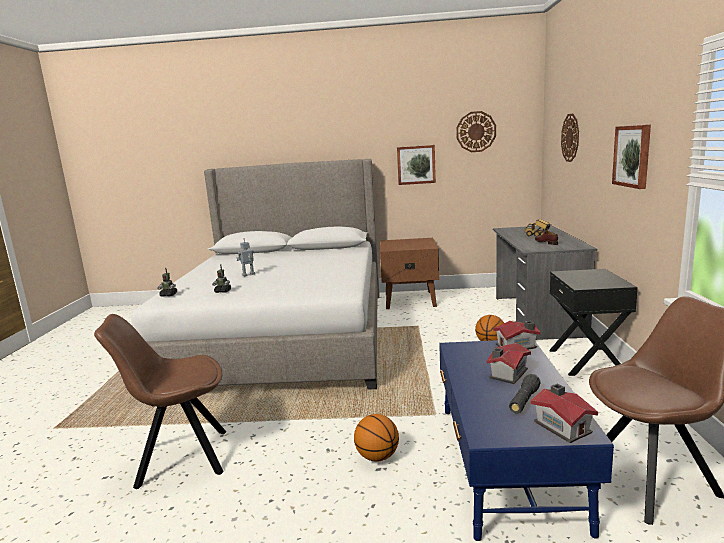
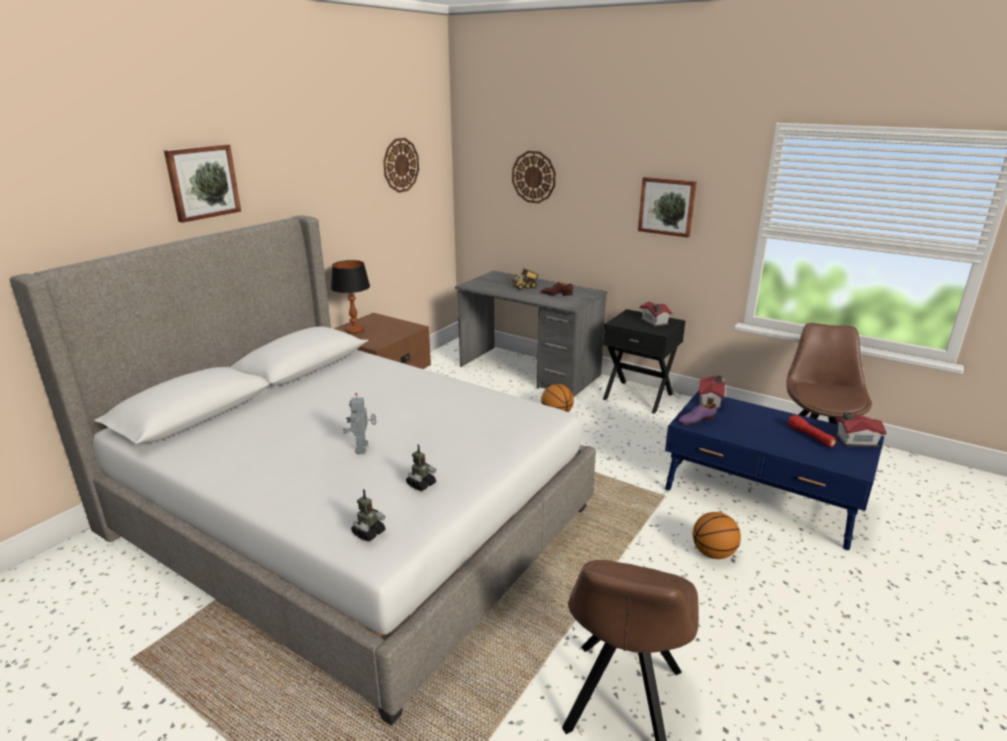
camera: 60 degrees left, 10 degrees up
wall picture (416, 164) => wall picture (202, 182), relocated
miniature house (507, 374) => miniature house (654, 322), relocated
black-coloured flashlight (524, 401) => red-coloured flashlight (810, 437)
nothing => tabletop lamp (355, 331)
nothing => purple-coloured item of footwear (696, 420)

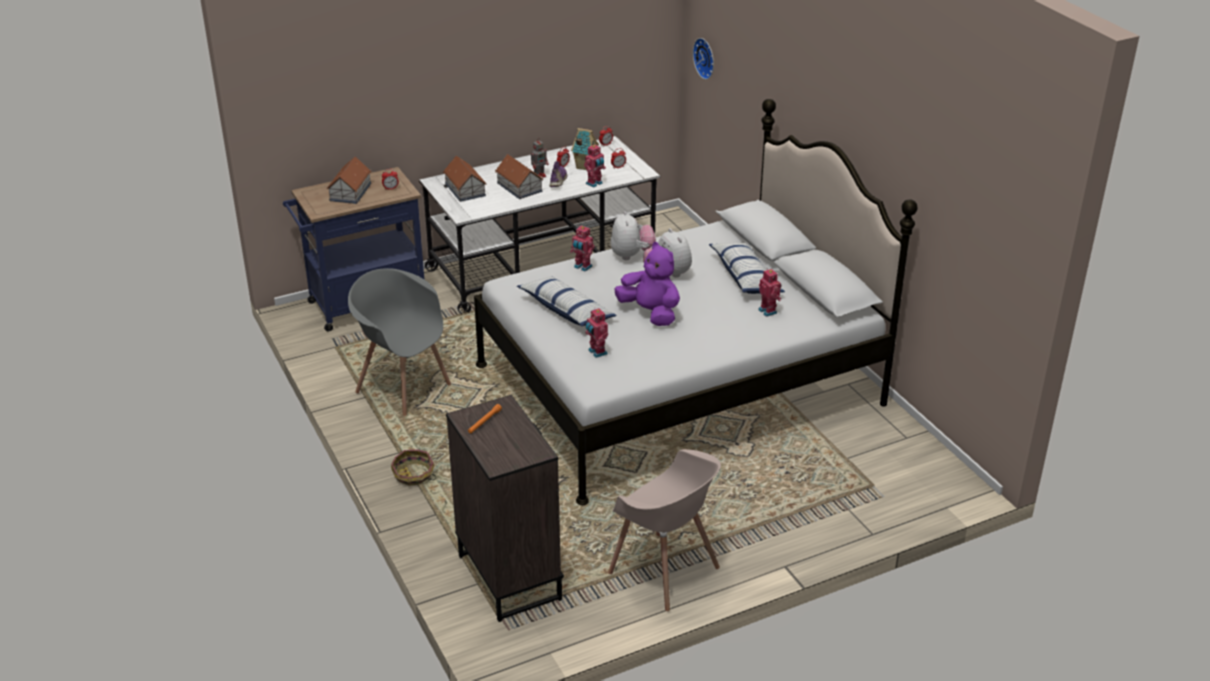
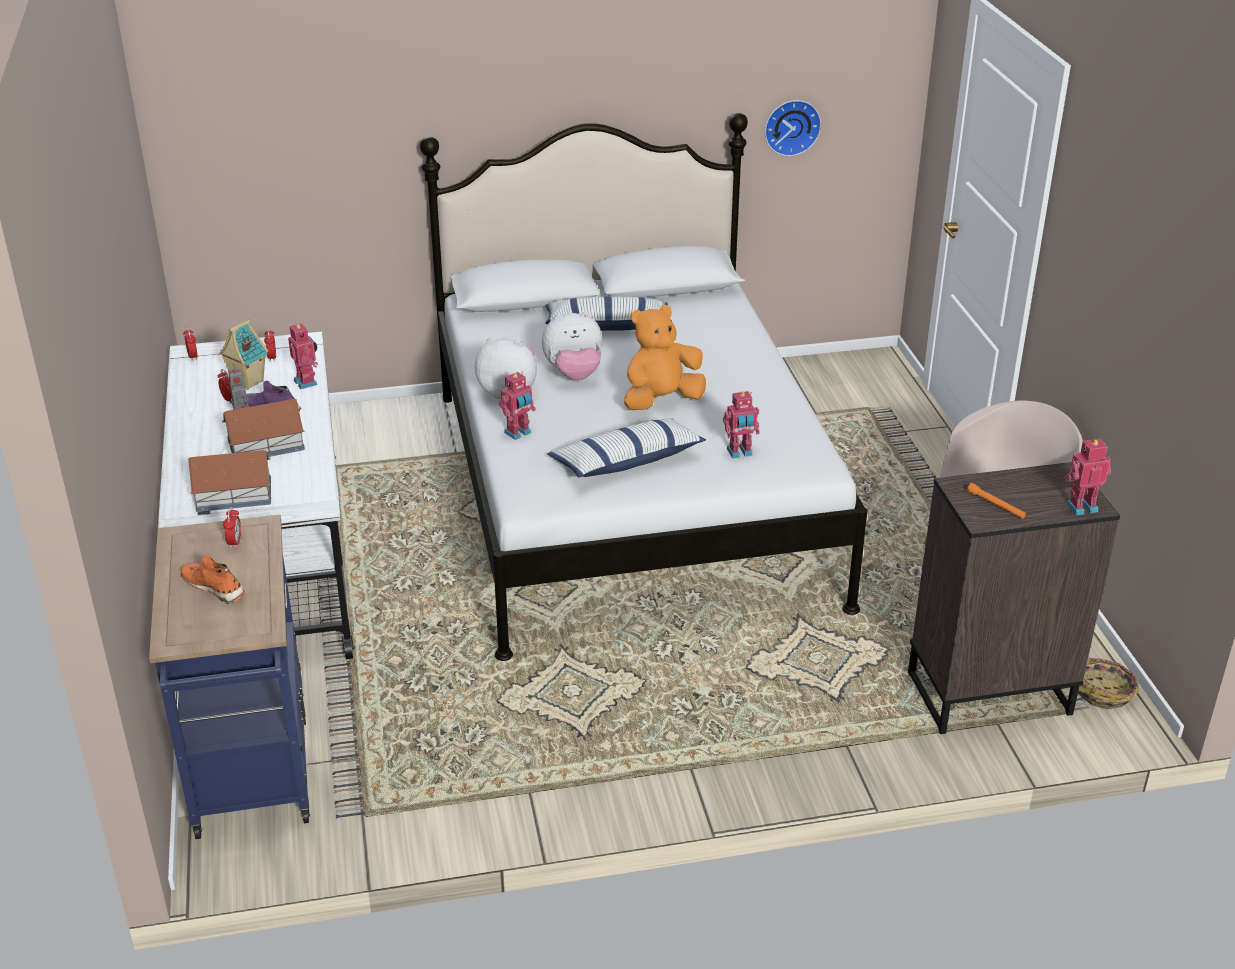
camera: 75 degrees left, 0 degrees up
miniature house (350, 192) => orange-coloured item of footwear (214, 587)
gray plain chair (403, 388) => nothing
storage basket (413, 475) => storage basket (1104, 692), relocated
purple-coloured plush toy (650, 313) => orange-coloured plush toy (661, 401)
clock on the wall (706, 58) => clock on the wall (791, 126), relocated
toy robot (768, 311) => toy robot (1080, 506), relocated

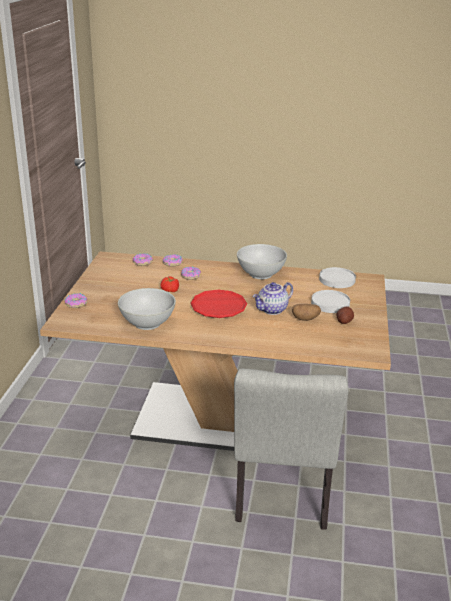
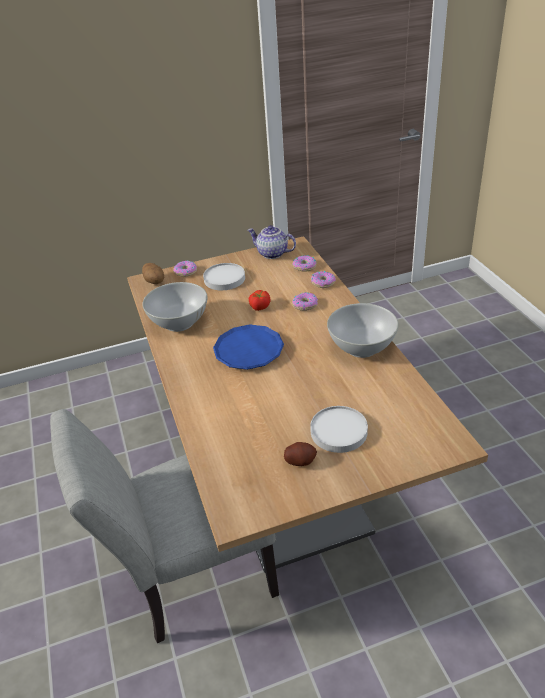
camera: 65 degrees right, 10 degrees up
red-coloured plate (218, 308) => bluish plate (249, 351)
pot for tea (272, 310) => pot for tea (272, 254), relocated
whole potato (305, 319) => whole potato (155, 282), relocated
white-coloured plate (336, 280) => white-coloured plate (224, 279), relocated

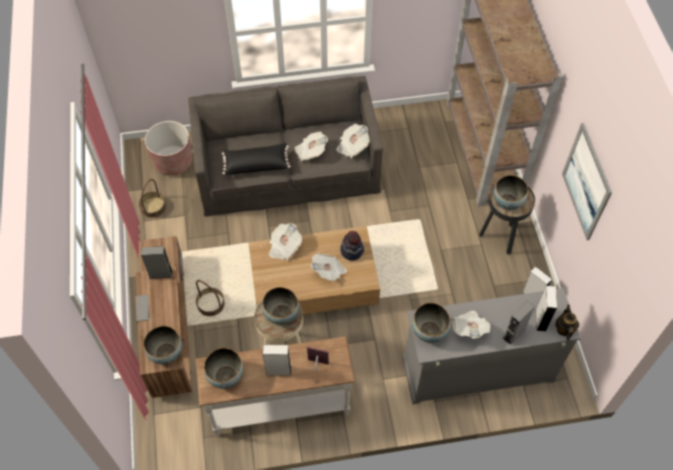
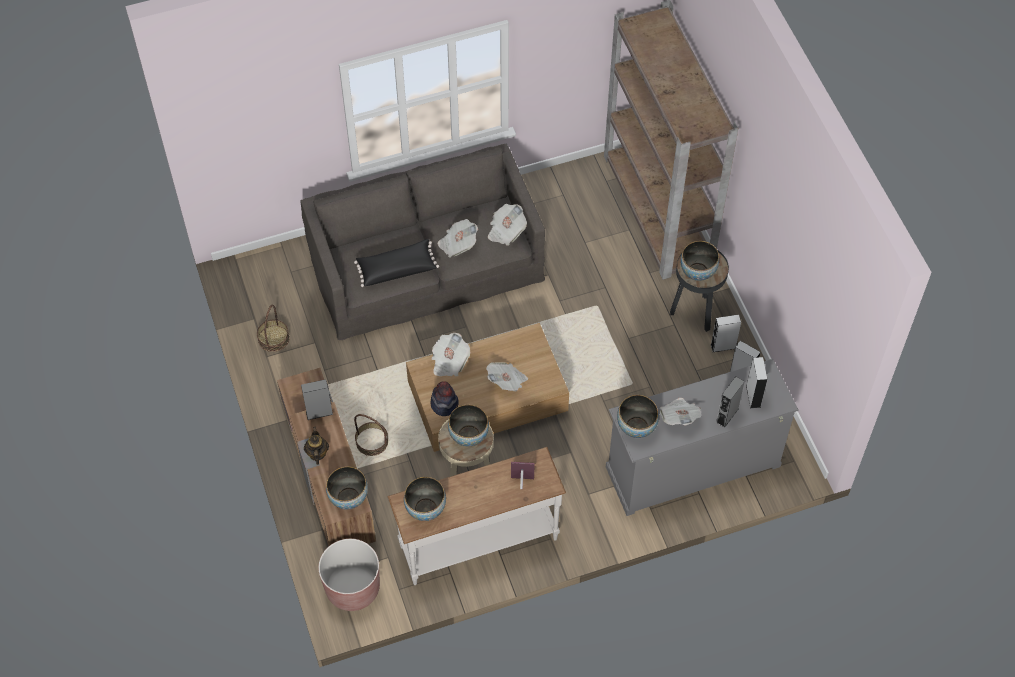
camera: 10 degrees left, 0 degrees up
brown-coloured plant pot (173, 162) => brown-coloured plant pot (352, 588), relocated
gray audio speaker (278, 370) => gray audio speaker (723, 346), relocated
hat (352, 250) => hat (444, 404), relocated
pot for tea (564, 329) => pot for tea (317, 453), relocated
wall picture (586, 182) => nothing

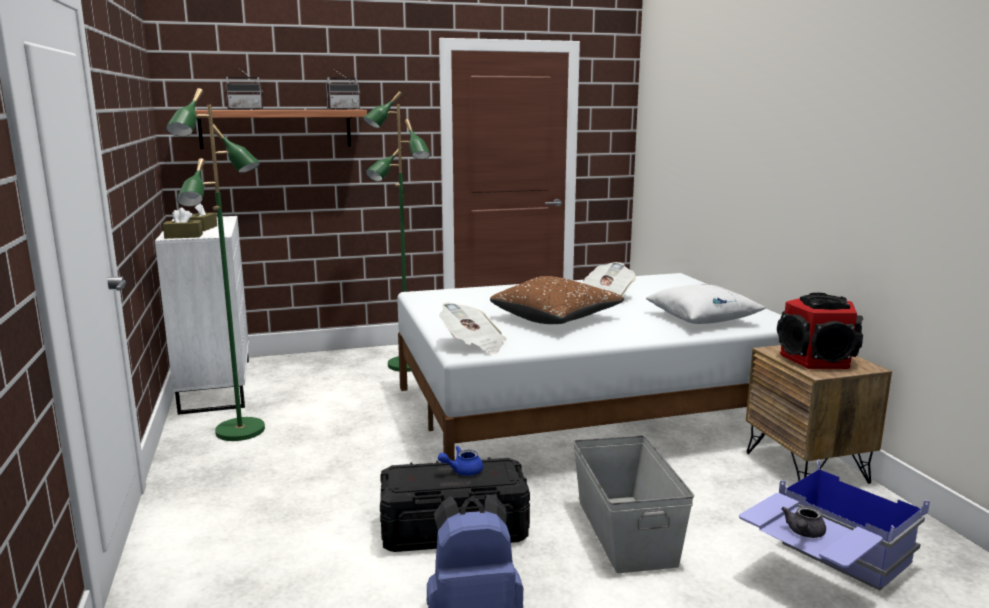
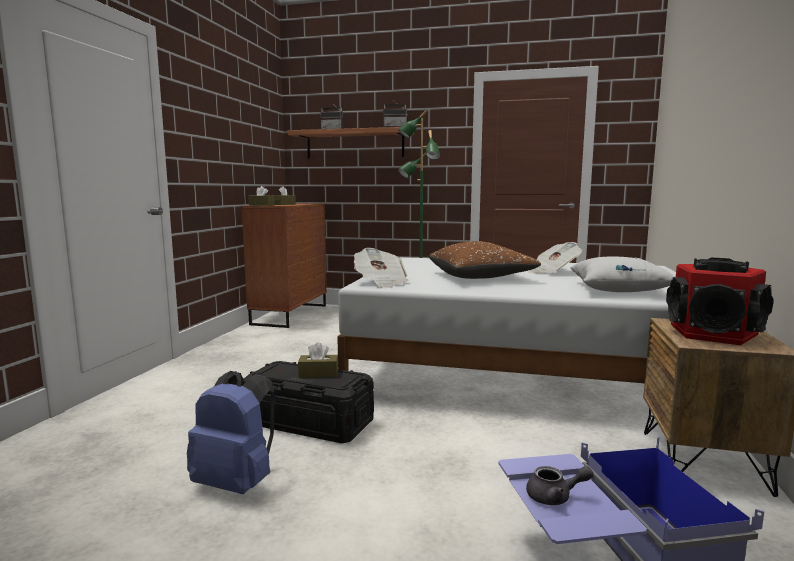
camera: 30 degrees right, 5 degrees down
white-coloured dresser (215, 385) => brown-coloured dresser (289, 314)
green standard lamp (240, 431) => nothing
bluish pot for tea (462, 471) => brown-coloured box of tissues (318, 373)
gray storage bin (625, 532) => nothing
gray pot for tea (803, 533) => gray pot for tea (555, 497), 150 degrees counterclockwise

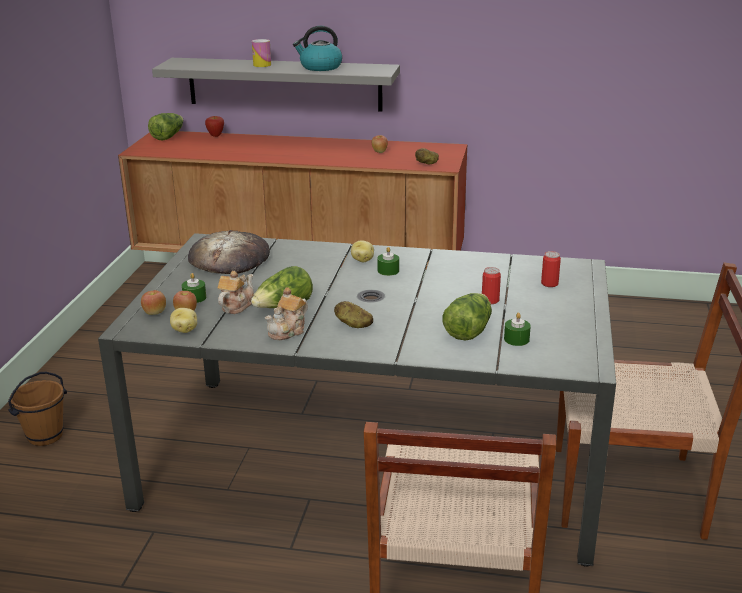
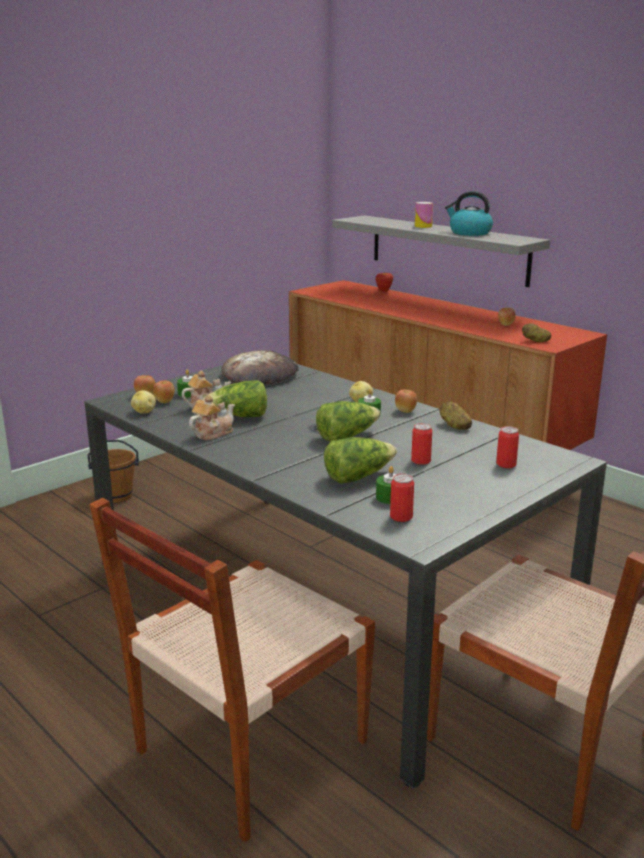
camera: 35 degrees right, 5 degrees down
lettuce head (168, 136) => lettuce head (346, 436), relocated
pot for tea (288, 331) => pot for tea (212, 433), 150 degrees clockwise
whole potato (353, 325) => whole potato (454, 426), relocated
nothing => can (401, 517)
nothing => apple (405, 411)

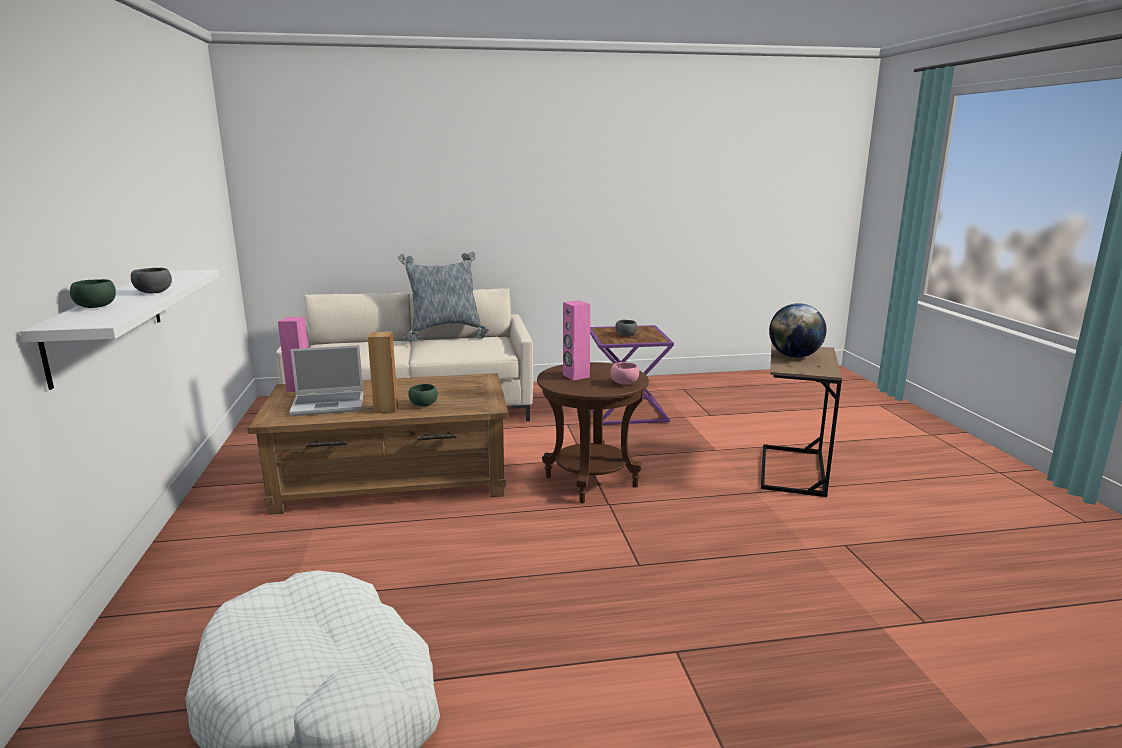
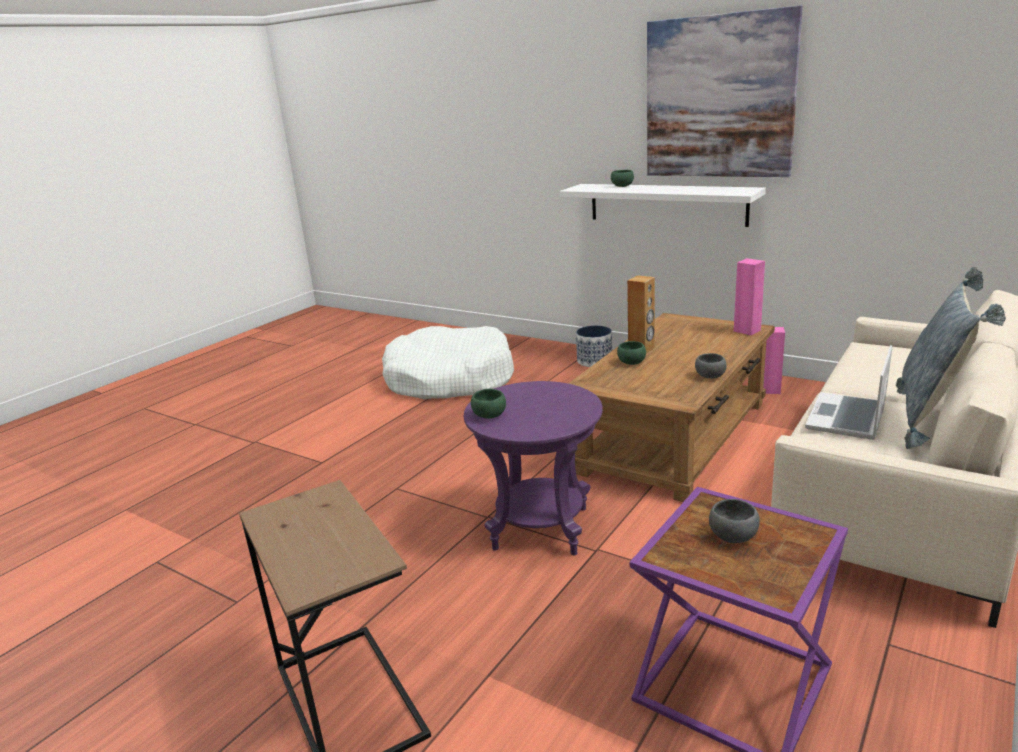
camera: 135 degrees right, 5 degrees up
gray deep dish (153, 293) => gray deep dish (709, 376), relocated
portable computer (329, 404) => portable computer (847, 419), relocated
brown-coloured accent table (591, 481) => purple-coloured accent table (540, 528)
pink audio speaker (575, 376) => pink audio speaker (770, 390), relocated
pink deep dish (625, 383) => green deep dish (488, 416)
globe (794, 356) => nothing
nothing => plant pot (594, 361)
nothing => wall picture (718, 97)

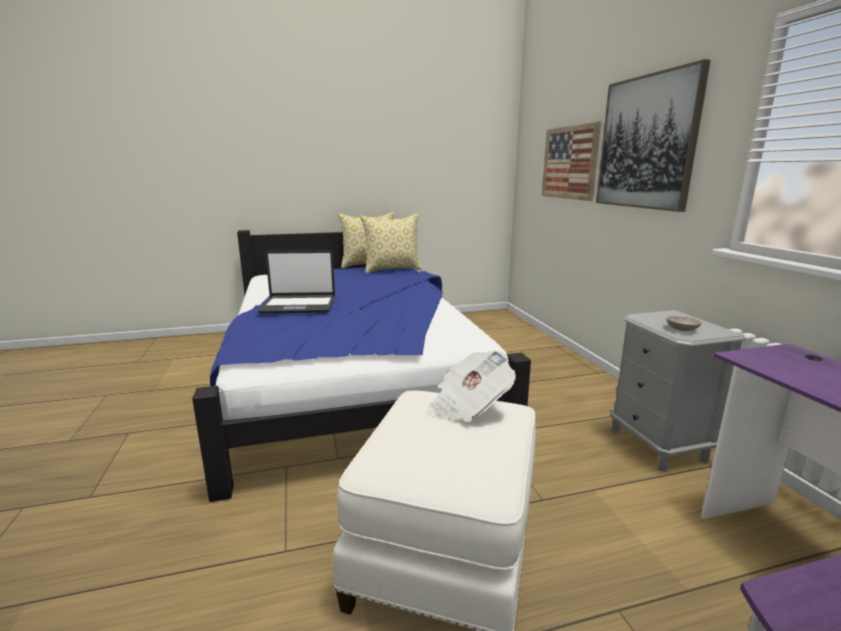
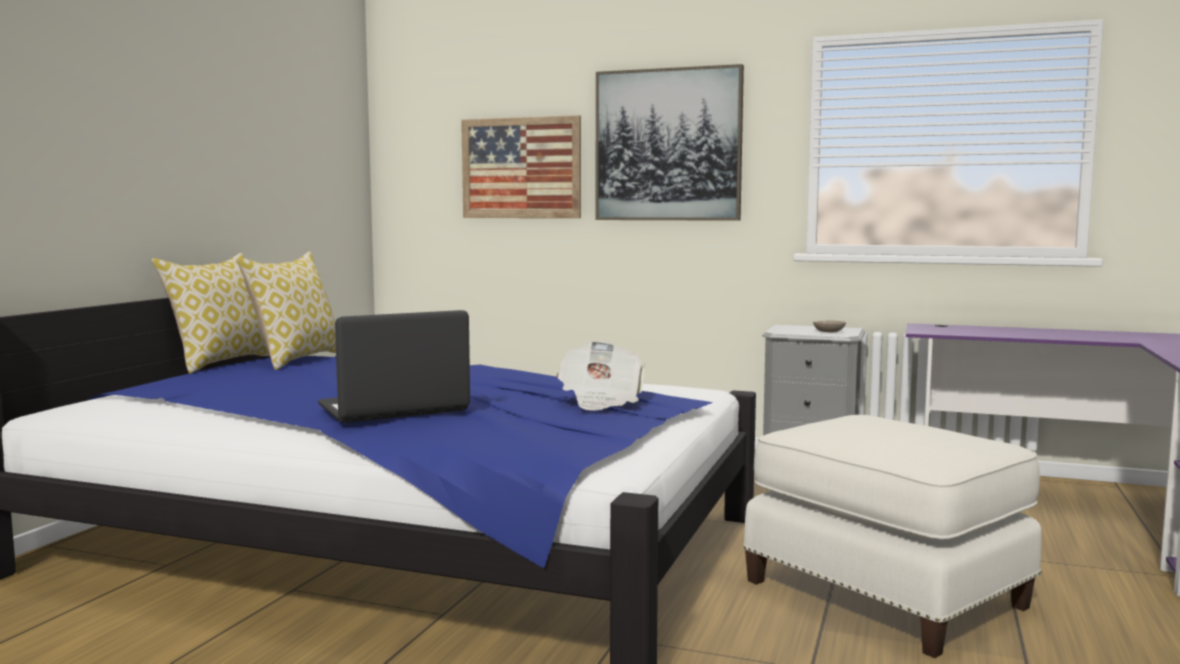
camera: 55 degrees left, 10 degrees down
portable computer (298, 306) => portable computer (394, 409), 150 degrees counterclockwise
daily paper (469, 405) => daily paper (600, 400), relocated

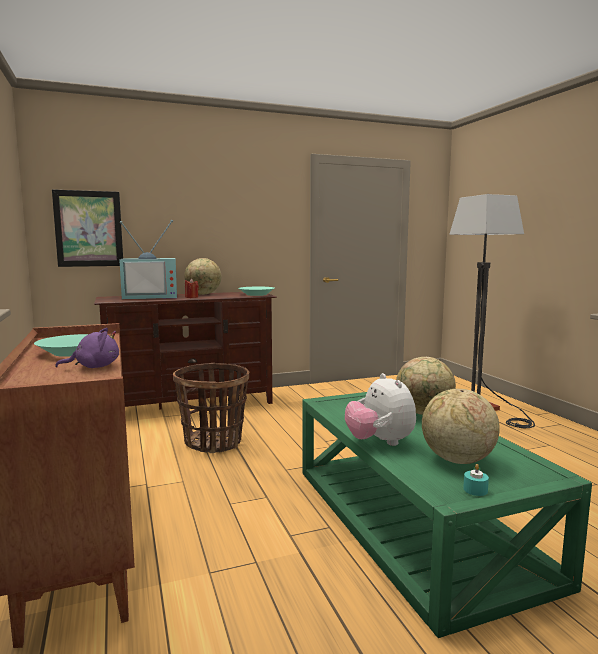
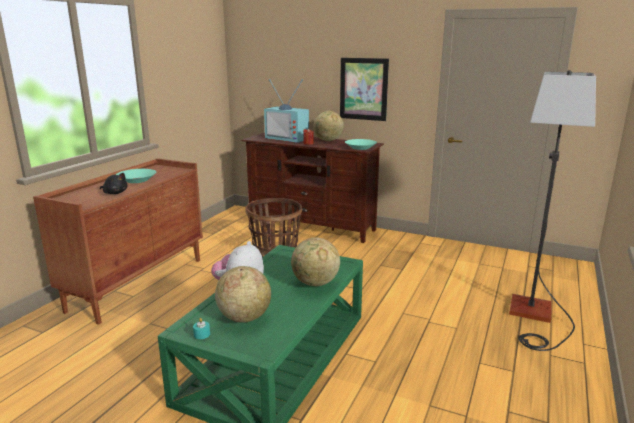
camera: 45 degrees right, 10 degrees up
wall picture (89, 229) => wall picture (363, 89), relocated
purple-coloured plush toy (94, 367) => black-coloured plush toy (115, 193)

